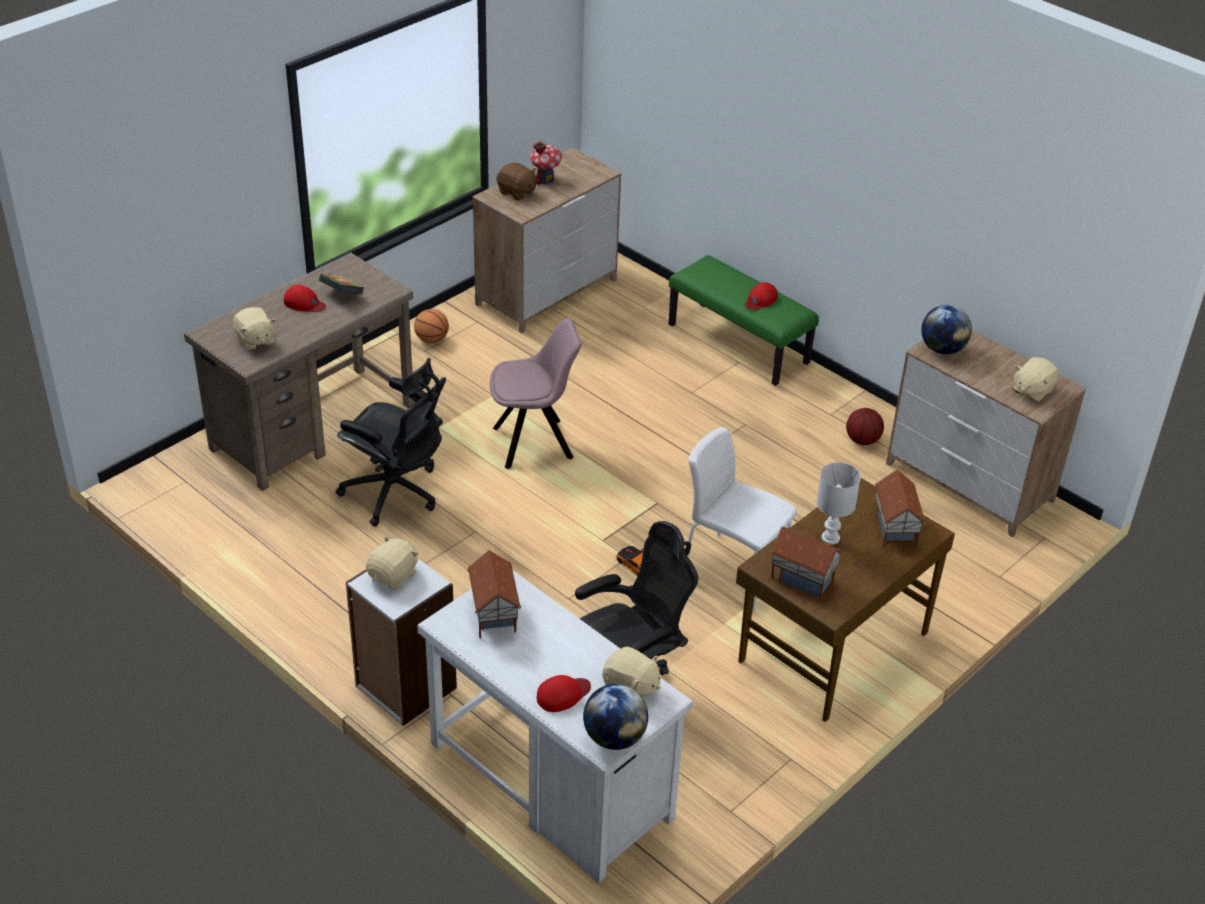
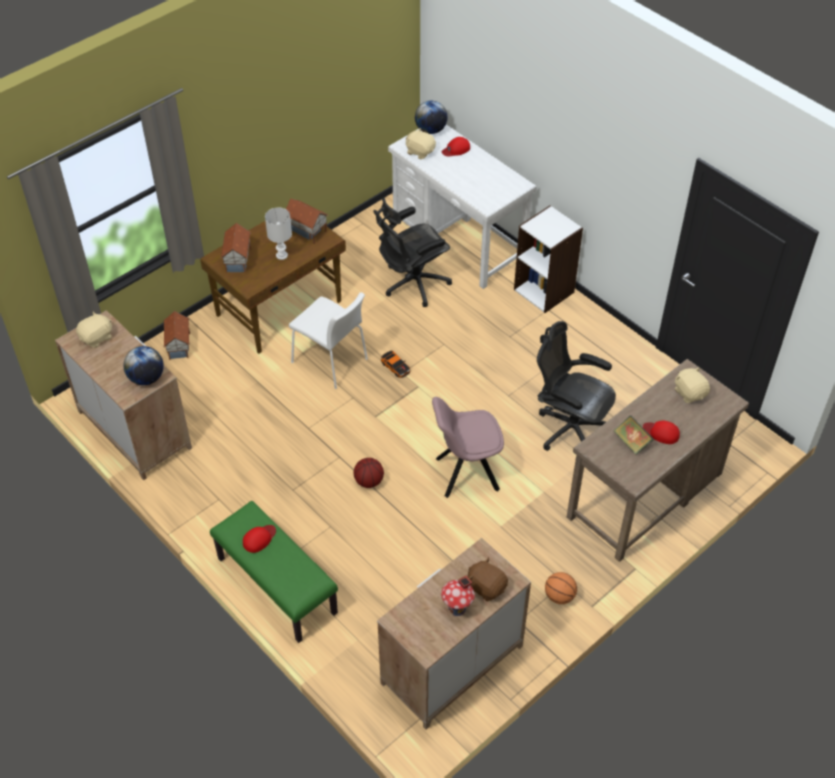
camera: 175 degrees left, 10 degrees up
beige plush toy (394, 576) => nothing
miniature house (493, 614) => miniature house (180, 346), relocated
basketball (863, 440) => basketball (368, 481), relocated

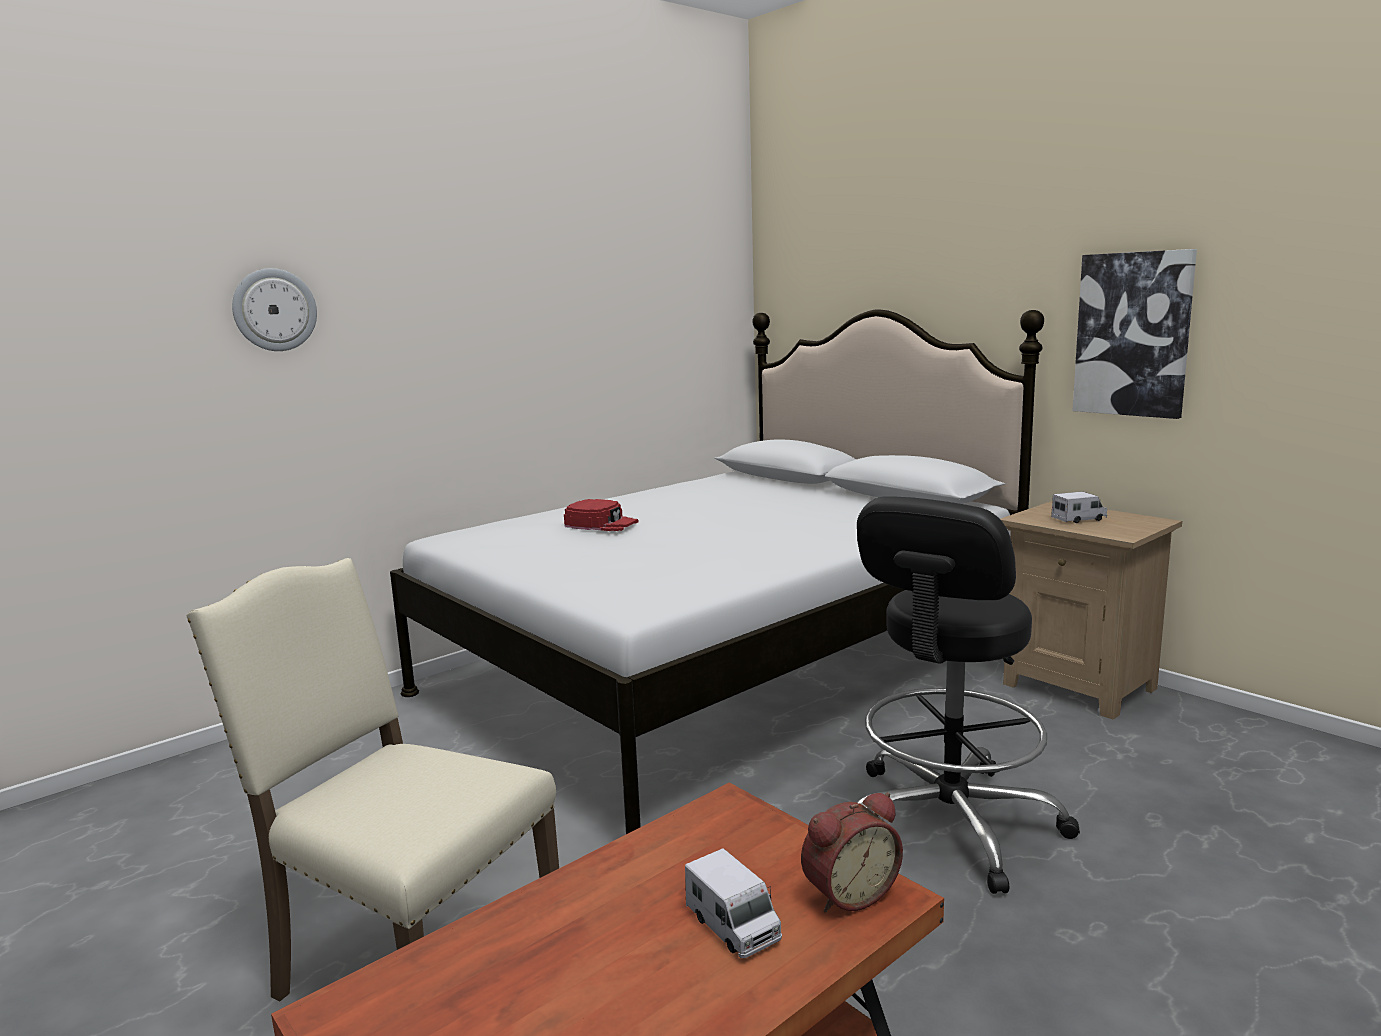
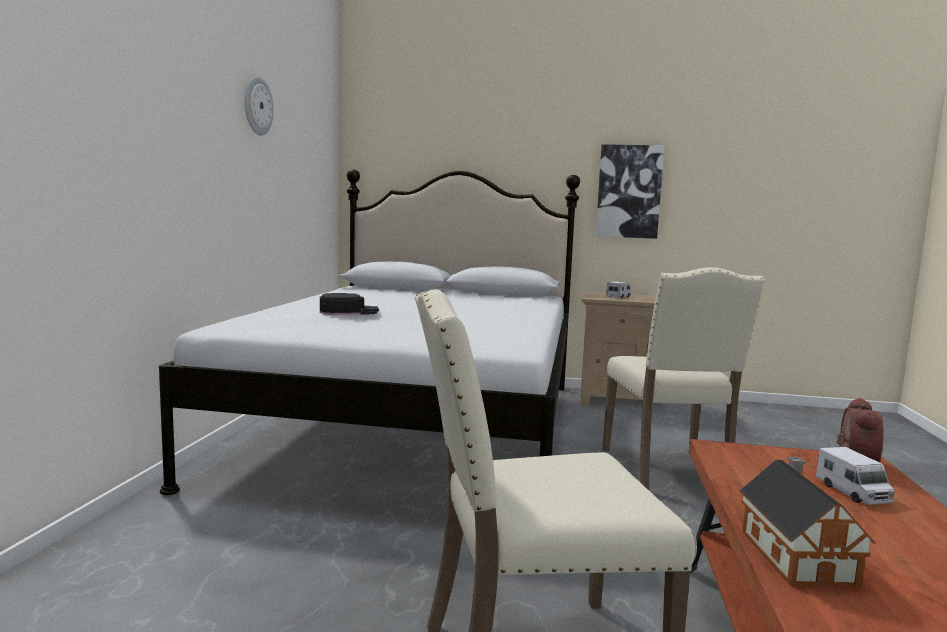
camera: 40 degrees left, 5 degrees down
clock on the wall (274, 310) => clock on the wall (257, 106), relocated
red-coloured peaked cap (601, 523) => black-coloured peaked cap (348, 311)
toy lorry (733, 926) => toy lorry (852, 492), 60 degrees clockwise
black-coloured stool seat (948, 823) => beige plain chair (668, 471)
nothing => miniature house (795, 554)

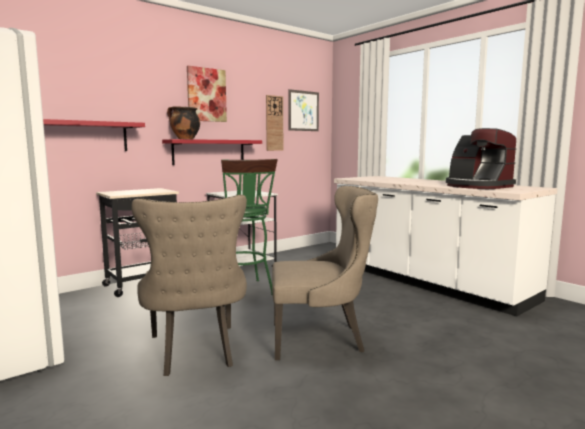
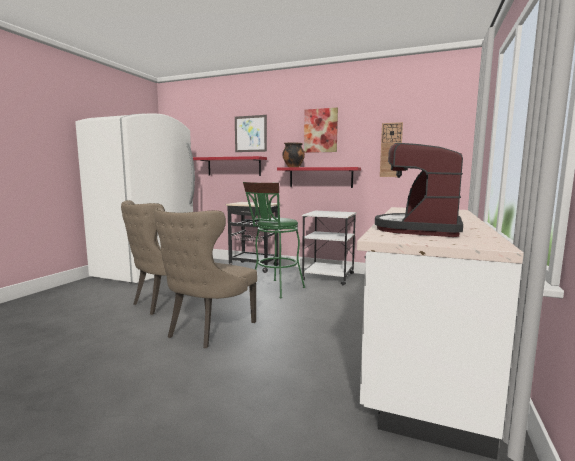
camera: 60 degrees right, 0 degrees up
beige plain chair (320, 339) => beige plain chair (208, 329), 60 degrees clockwise
wall picture (303, 111) => wall picture (250, 134), relocated

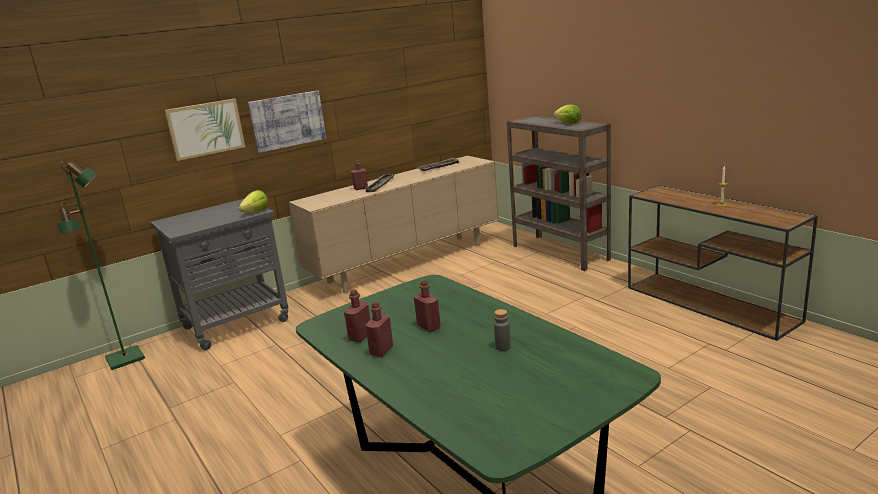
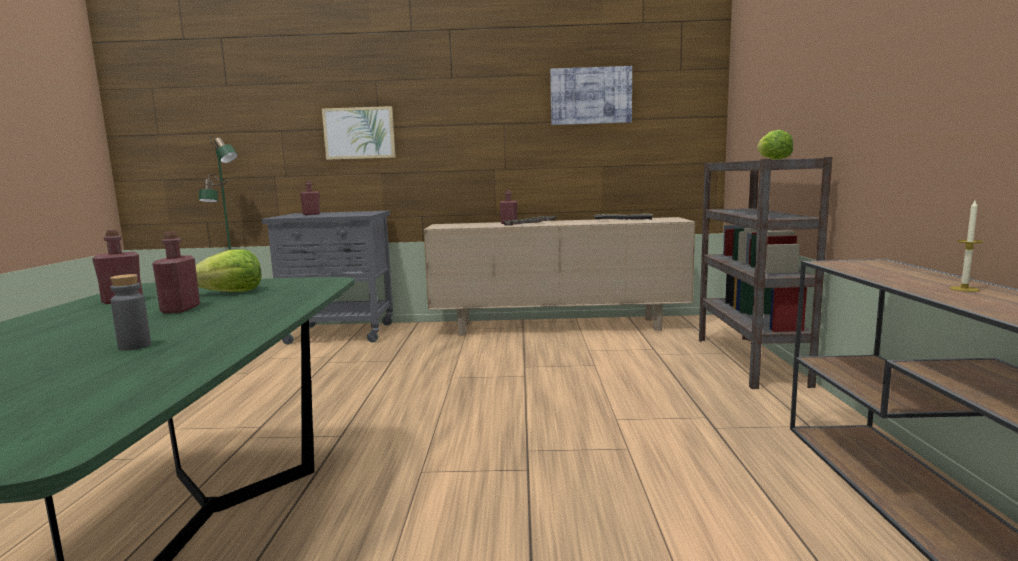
camera: 35 degrees right, 10 degrees down
lettuce head (256, 212) => lettuce head (231, 292), relocated
wall picture (287, 120) => wall picture (590, 96), relocated
red-coloured bottle (381, 351) => red-coloured bottle (311, 214), relocated

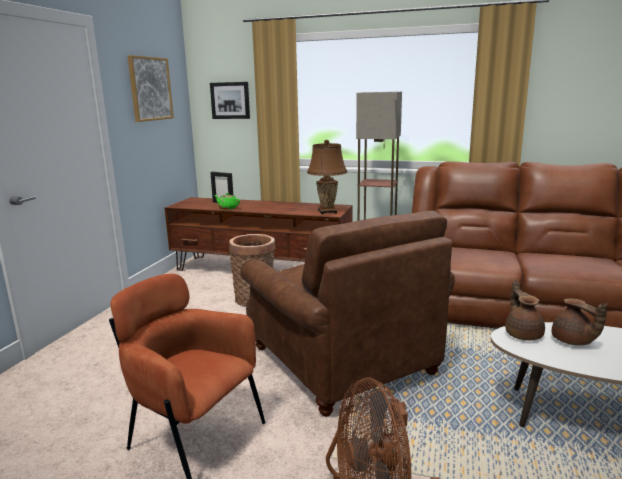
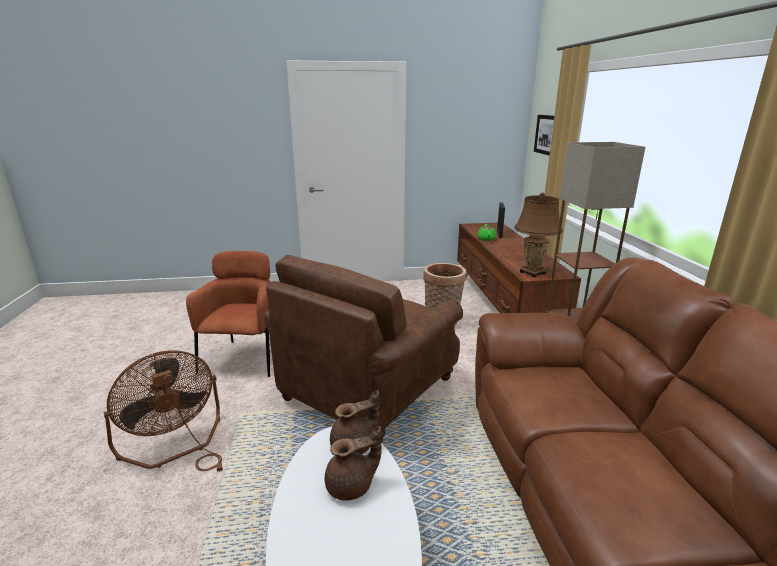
camera: 65 degrees right, 5 degrees up
wall picture (150, 89) => nothing
brown-coloured pot for tea (573, 341) => brown-coloured pot for tea (351, 486), 150 degrees counterclockwise

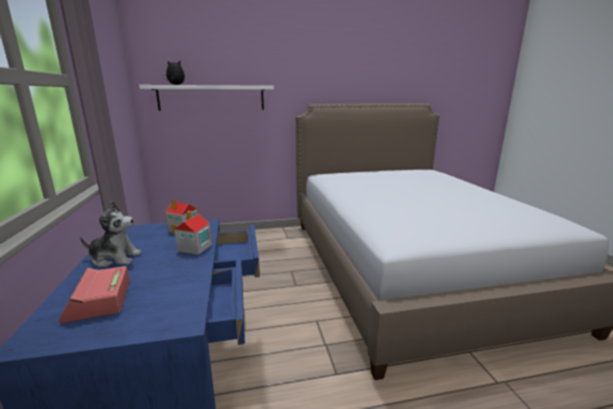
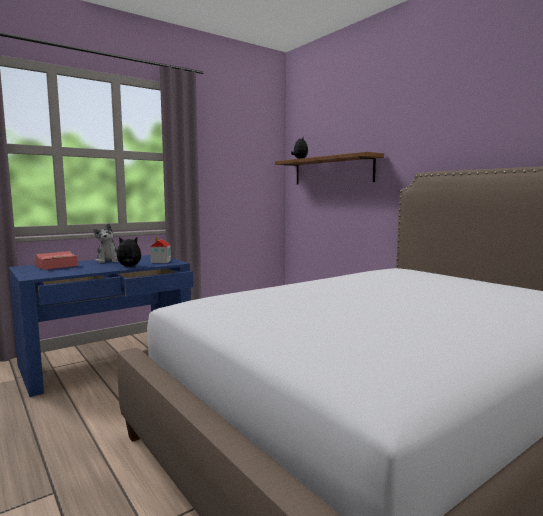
camera: 65 degrees right, 10 degrees down
white-coloured shelf (211, 98) => brown-coloured shelf (332, 170)
miniature house (194, 248) => plush toy (129, 267)

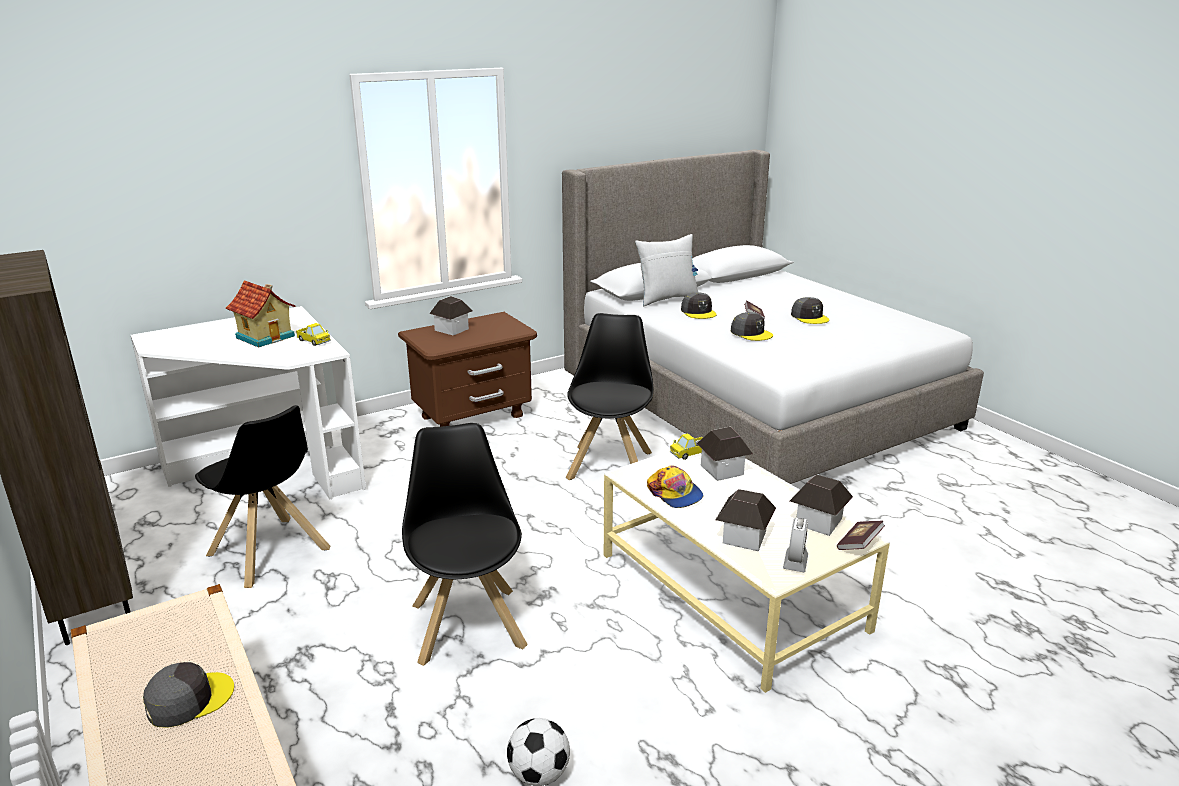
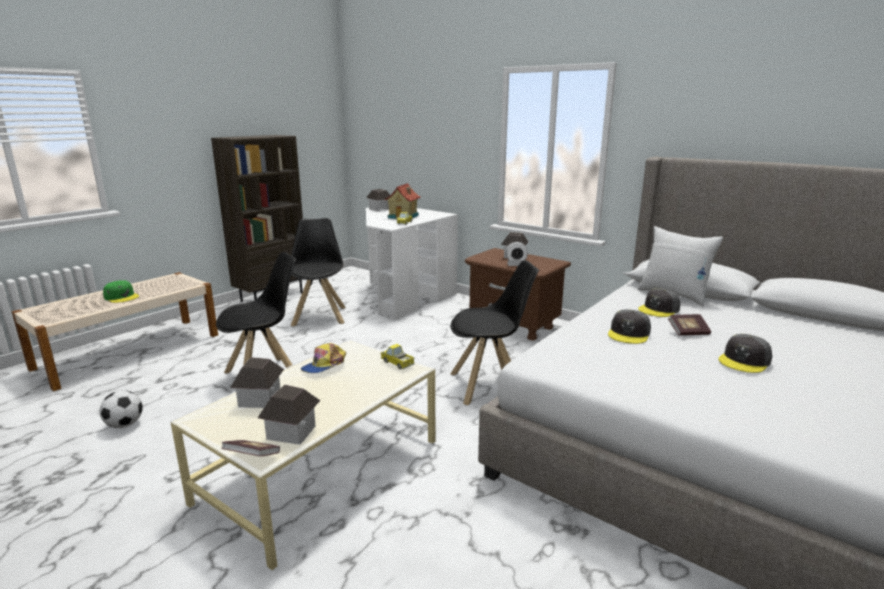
camera: 70 degrees right, 5 degrees down
gray peaked cap (189, 699) => green peaked cap (121, 297)
black-coloured plain chair (270, 553) => black-coloured plain chair (319, 315), 150 degrees clockwise
miniature house (722, 470) => miniature house (379, 209), relocated
alarm clock (795, 562) => alarm clock (516, 265), relocated

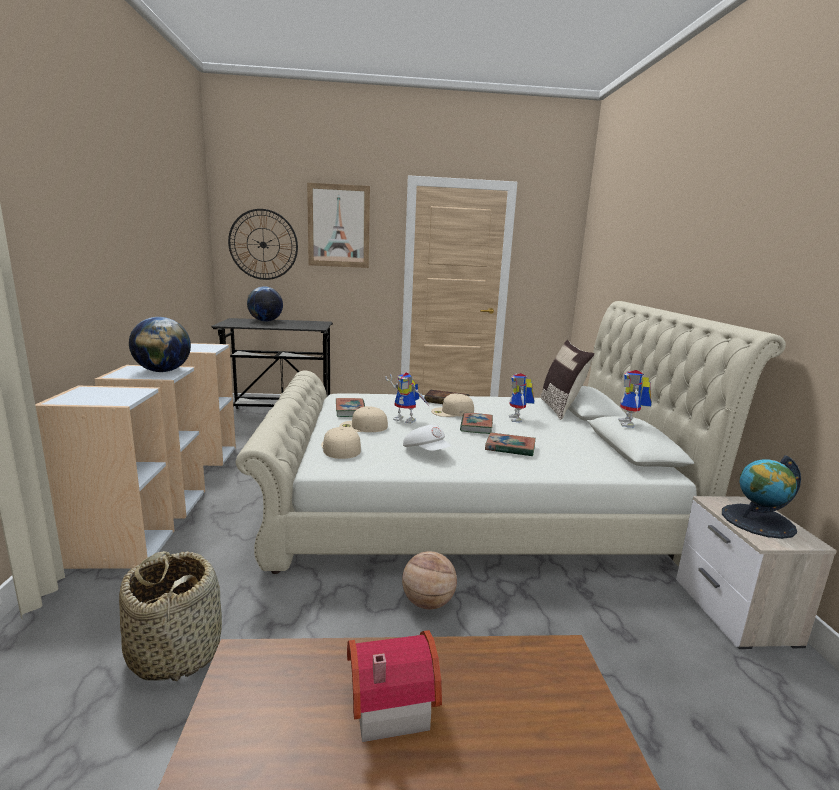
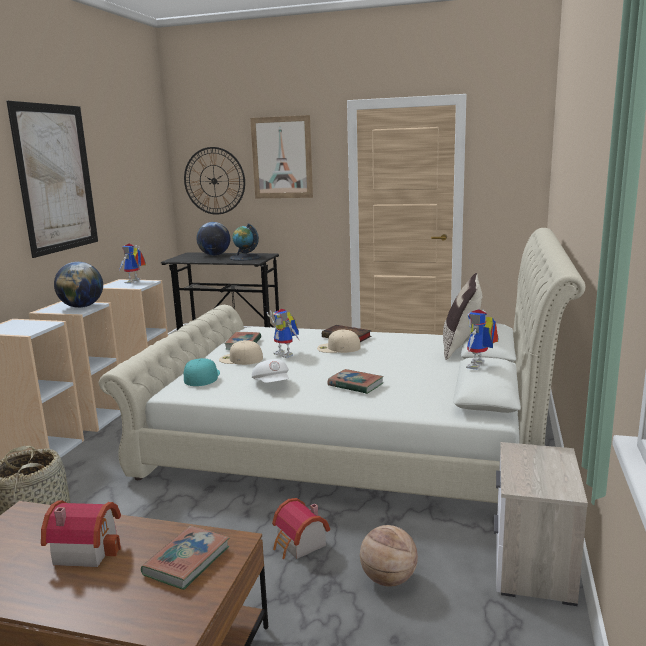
camera: 20 degrees right, 0 degrees up
beige peaked cap (340, 448) => turquoise-coloured peaked cap (201, 377)
basketball (428, 603) => basketball (388, 579), relocated
bound book (476, 426) => bound book (187, 561), relocated
toy robot (518, 419) => toy robot (134, 282), relocated
globe (757, 521) => globe (245, 257), relocated
nothing => wall picture (56, 178)
nothing => miniature house (299, 545)

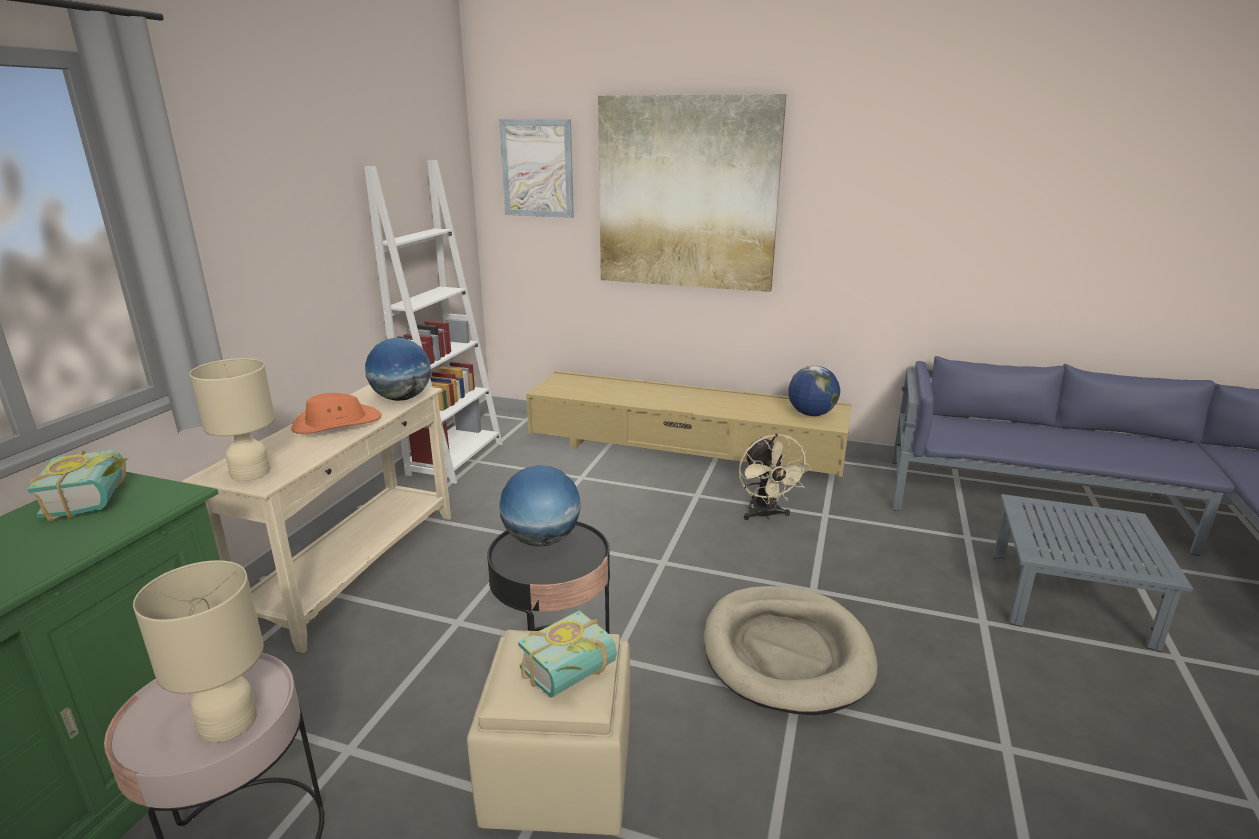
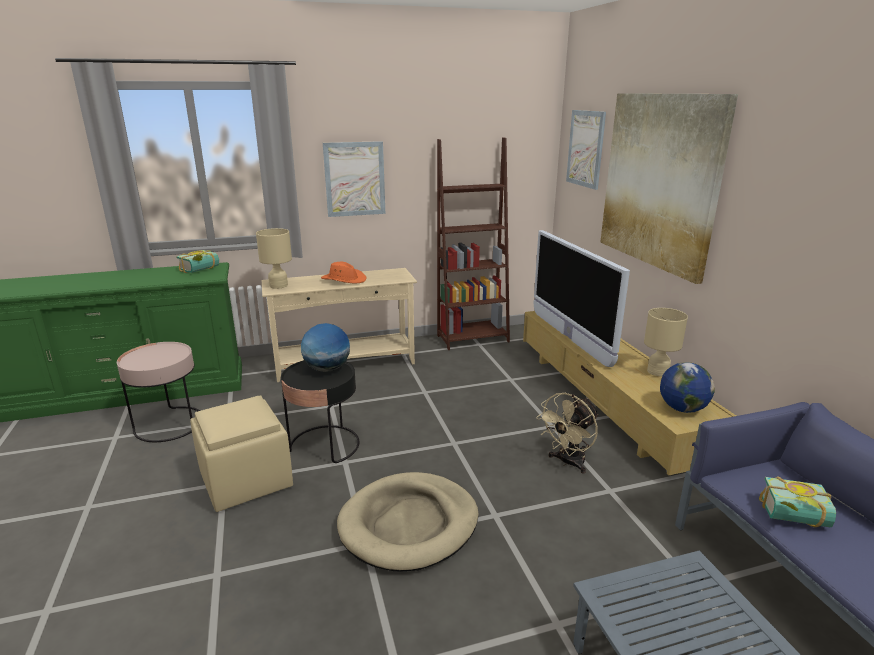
camera: 55 degrees right, 0 degrees up
beige tabletop lamp (228, 721) => beige tabletop lamp (658, 371), relocated
white-coloured shelving unit (455, 458) => brown-coloured shelving unit (472, 338)
globe (402, 398) => nothing
bound book (573, 676) => bound book (795, 519), relocated
nothing => wall picture (354, 179)
nothing => TV (569, 338)

